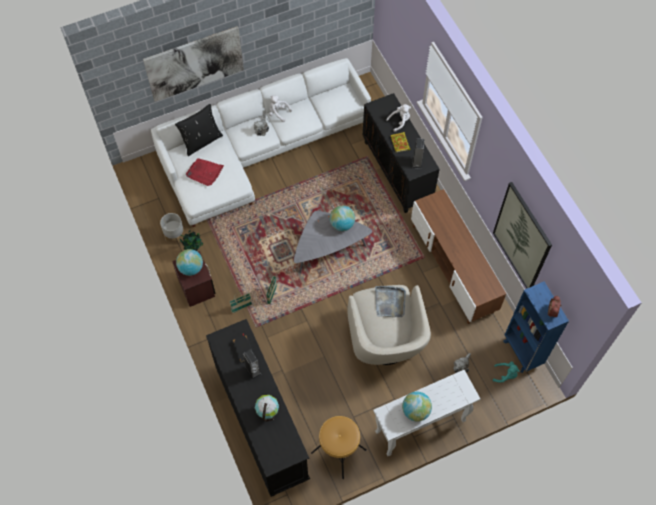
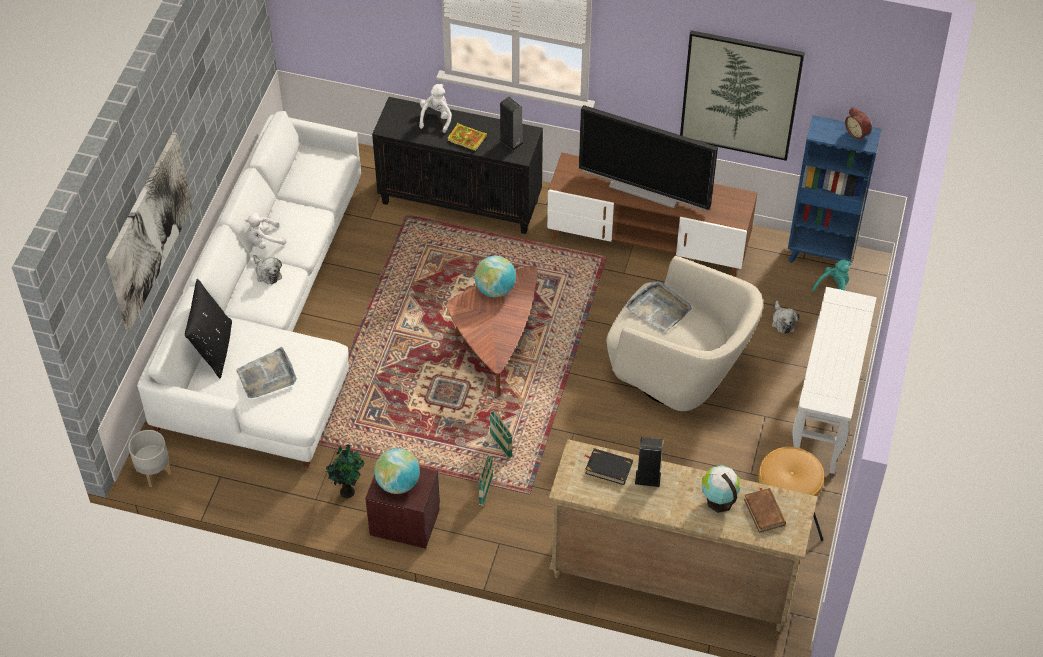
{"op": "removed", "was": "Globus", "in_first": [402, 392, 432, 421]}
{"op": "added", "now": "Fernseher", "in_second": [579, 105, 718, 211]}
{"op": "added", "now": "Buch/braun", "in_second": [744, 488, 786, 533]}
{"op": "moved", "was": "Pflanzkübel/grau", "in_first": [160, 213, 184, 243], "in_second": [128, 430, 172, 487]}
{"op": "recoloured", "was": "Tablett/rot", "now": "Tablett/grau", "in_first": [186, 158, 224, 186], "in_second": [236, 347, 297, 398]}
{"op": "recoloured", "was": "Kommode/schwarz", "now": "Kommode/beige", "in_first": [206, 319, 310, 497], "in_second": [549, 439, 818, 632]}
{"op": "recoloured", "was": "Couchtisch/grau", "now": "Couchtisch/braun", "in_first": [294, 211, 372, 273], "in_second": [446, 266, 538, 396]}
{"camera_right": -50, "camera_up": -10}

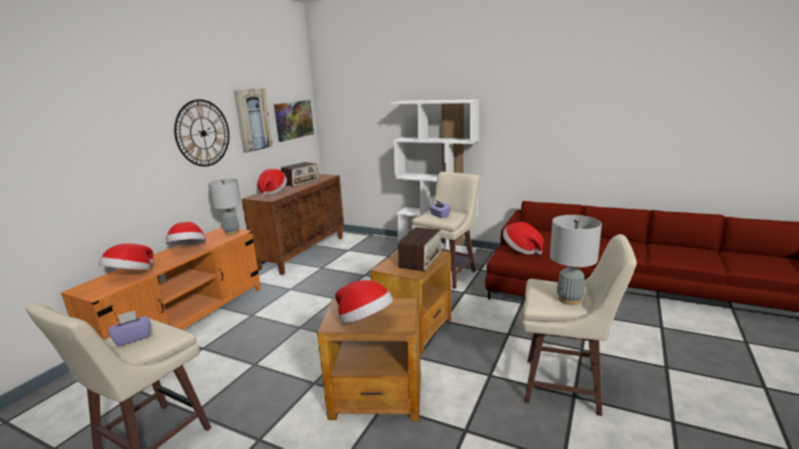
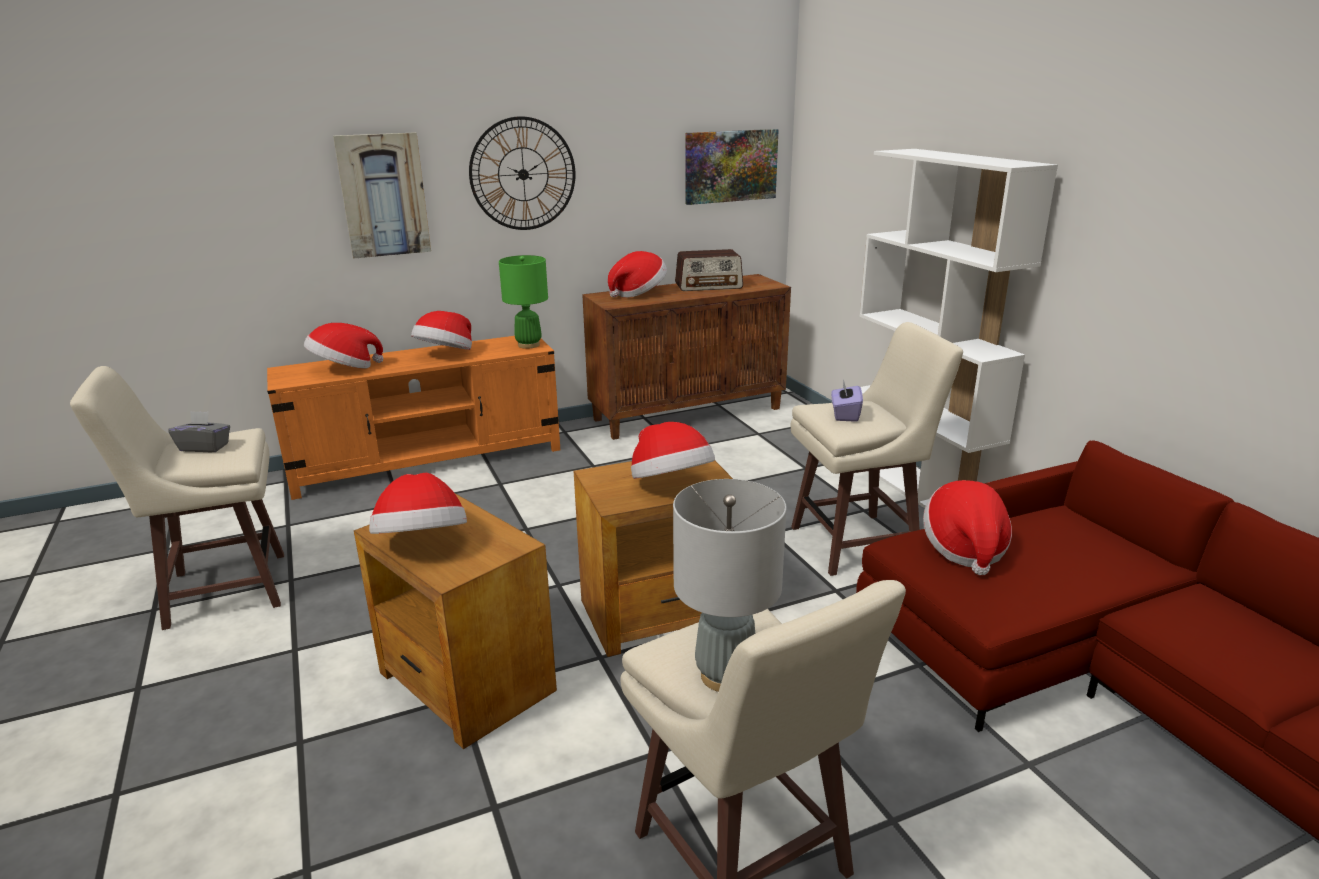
{"op": "moved", "was": "Bild", "in_first": [234, 88, 273, 153], "in_second": [333, 132, 431, 259]}
{"op": "replaced", "was": "Radio", "now": "Hut", "in_first": [398, 227, 442, 271], "in_second": [631, 422, 715, 479]}
{"op": "recoloured", "was": "Taschentuchbox/lila", "now": "Taschentuchbox/grau", "in_first": [109, 310, 150, 347], "in_second": [168, 411, 230, 452]}
{"op": "recoloured", "was": "Tischlampe/grau", "now": "Tischlampe/grün", "in_first": [208, 179, 242, 235], "in_second": [499, 255, 548, 349]}
{"camera_right": 40, "camera_up": 5}

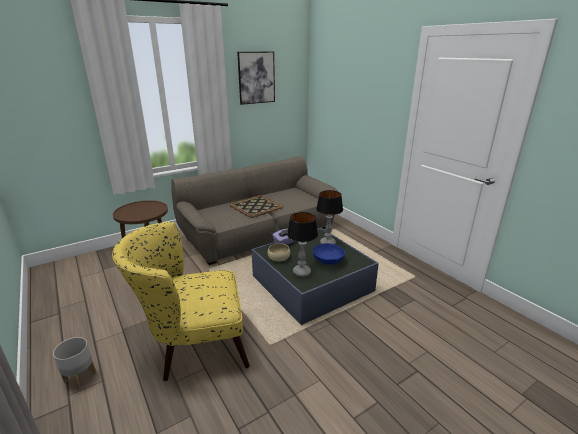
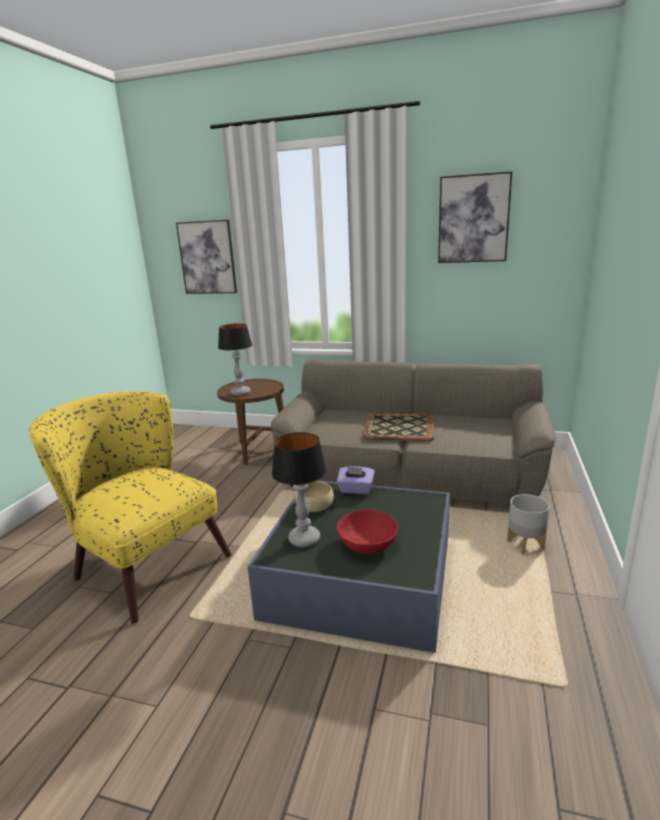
{"op": "added", "now": "Bild", "in_second": [176, 220, 237, 294]}
{"op": "moved", "was": "Pflanzkübel/grau", "in_first": [53, 337, 96, 389], "in_second": [507, 494, 550, 555]}
{"op": "moved", "was": "Tischlampe", "in_first": [316, 190, 343, 244], "in_second": [218, 323, 252, 396]}
{"op": "recoloured", "was": "Schüssel/blau", "now": "Schüssel/rot", "in_first": [313, 243, 345, 265], "in_second": [337, 510, 398, 554]}
{"camera_right": 50, "camera_up": -5}

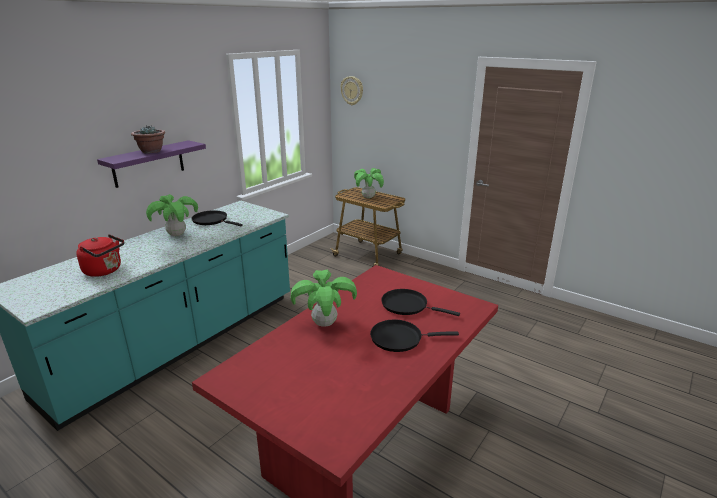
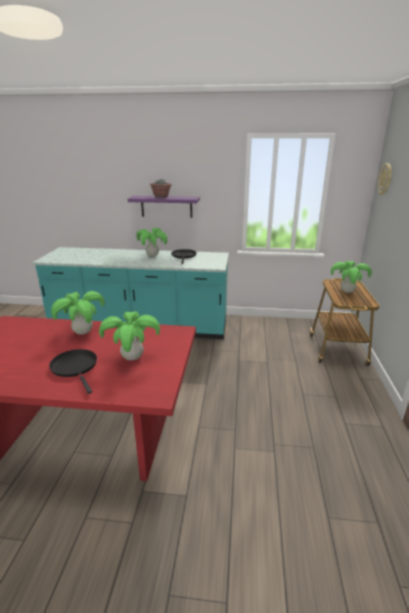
{"op": "removed", "was": "Wasserkessel/rot", "in_first": [76, 234, 124, 277]}
{"op": "replaced", "was": "Pfanne/schwarz", "now": "Topfpflanze", "in_first": [381, 289, 460, 316], "in_second": [99, 311, 160, 360]}
{"camera_right": 60, "camera_up": 0}

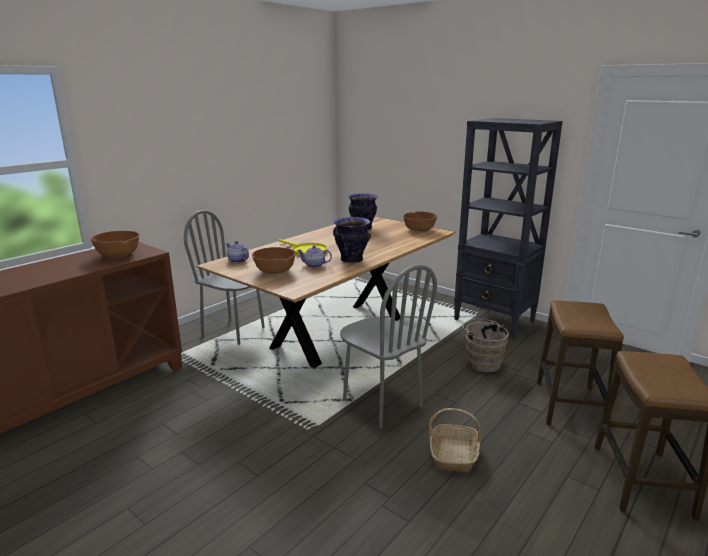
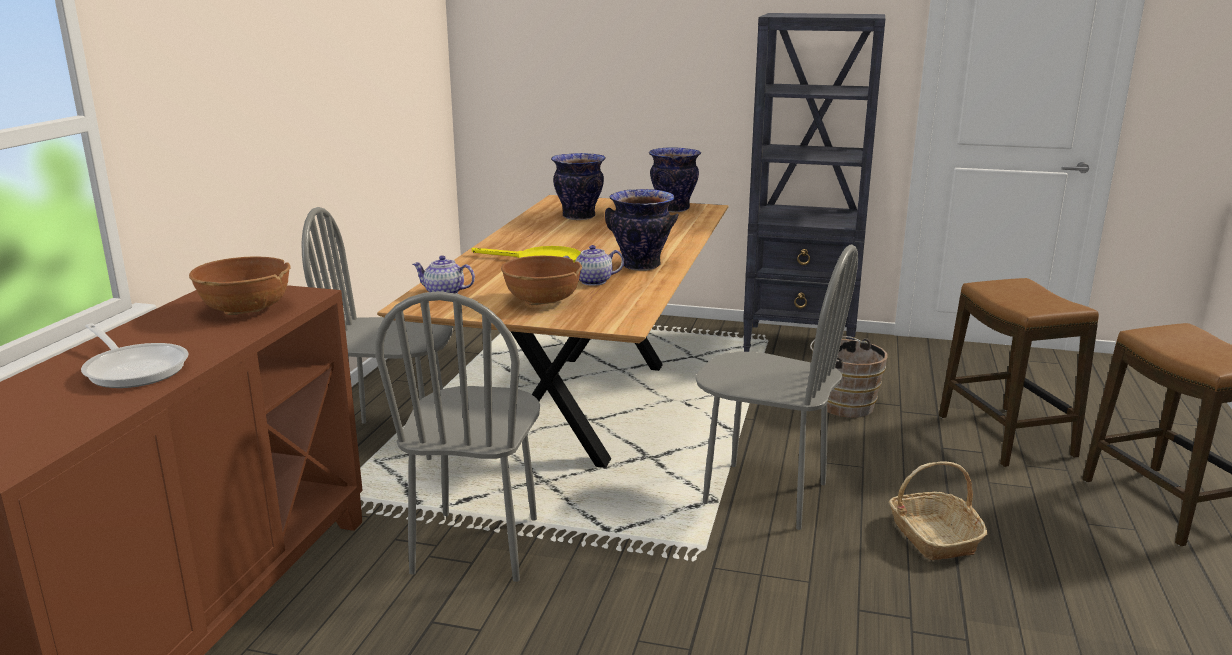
{"op": "added", "now": "Pfanne", "in_second": [81, 323, 189, 388]}
{"op": "added", "now": "Stuhl/grau", "in_second": [375, 291, 540, 582]}
{"op": "replaced", "was": "Schüssel/braun", "now": "Vase", "in_first": [403, 212, 437, 232], "in_second": [649, 147, 701, 212]}
{"camera_right": -25, "camera_up": 0}

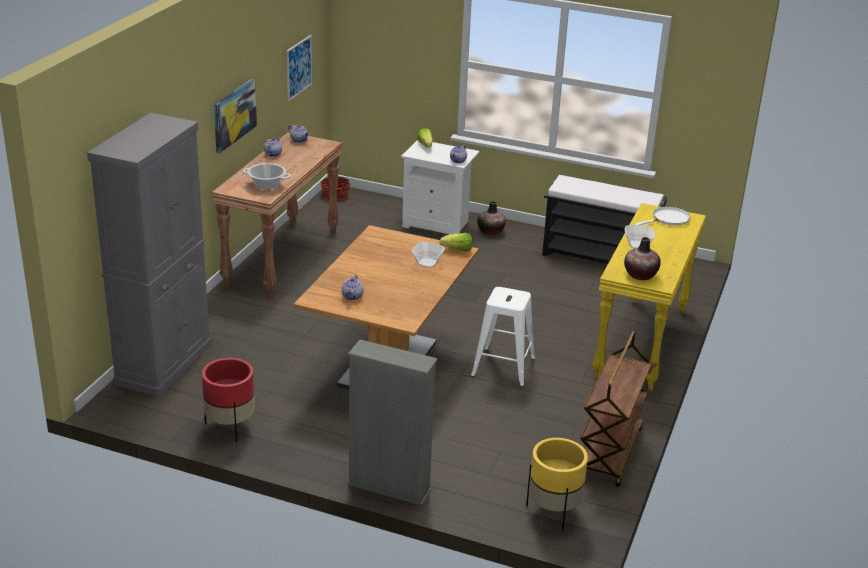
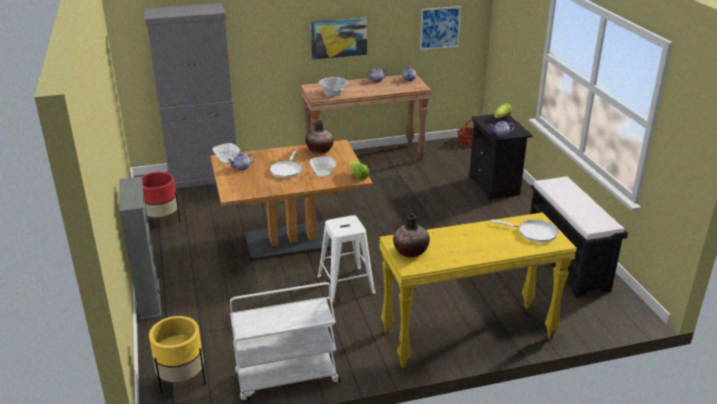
{"op": "added", "now": "Pfanne/weiß", "in_second": [270, 151, 302, 178]}
{"op": "moved", "was": "Vase", "in_first": [477, 201, 506, 236], "in_second": [306, 120, 334, 154]}
{"op": "moved", "was": "Schüssel", "in_first": [625, 225, 655, 248], "in_second": [212, 143, 240, 164]}
{"op": "recoloured", "was": "Nachttisch/weiß", "now": "Nachttisch/schwarz", "in_first": [401, 140, 479, 234], "in_second": [469, 114, 533, 201]}
{"op": "recoloured", "was": "Rollwagen/braun", "now": "Rollwagen/weiß", "in_first": [580, 331, 651, 487], "in_second": [230, 282, 340, 402]}
{"camera_right": 55, "camera_up": 0}

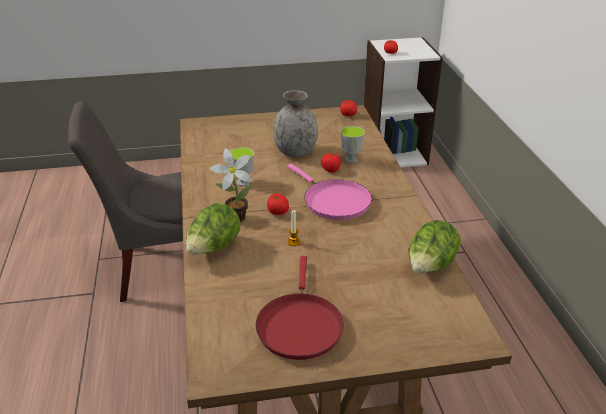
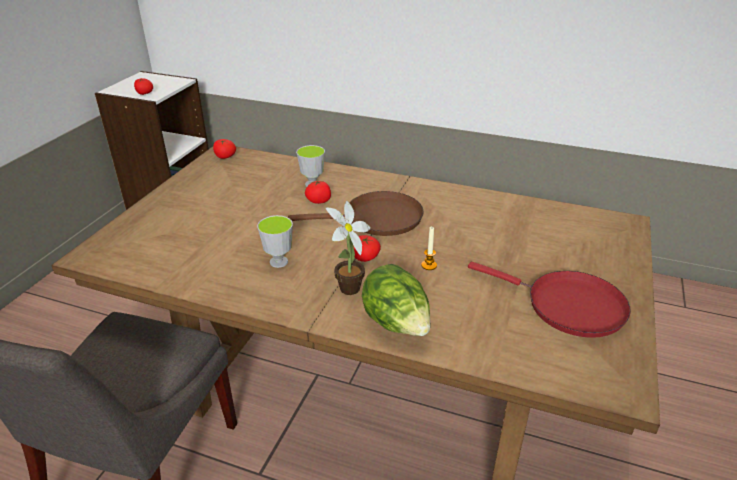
{"op": "removed", "was": "Vase/grau", "in_first": [273, 90, 318, 157]}
{"op": "removed", "was": "Salatkopf", "in_first": [408, 220, 461, 273]}
{"op": "recoloured", "was": "Pfanne/rosa", "now": "Pfanne/braun", "in_first": [287, 163, 372, 220], "in_second": [288, 191, 424, 236]}
{"camera_right": -60, "camera_up": 0}

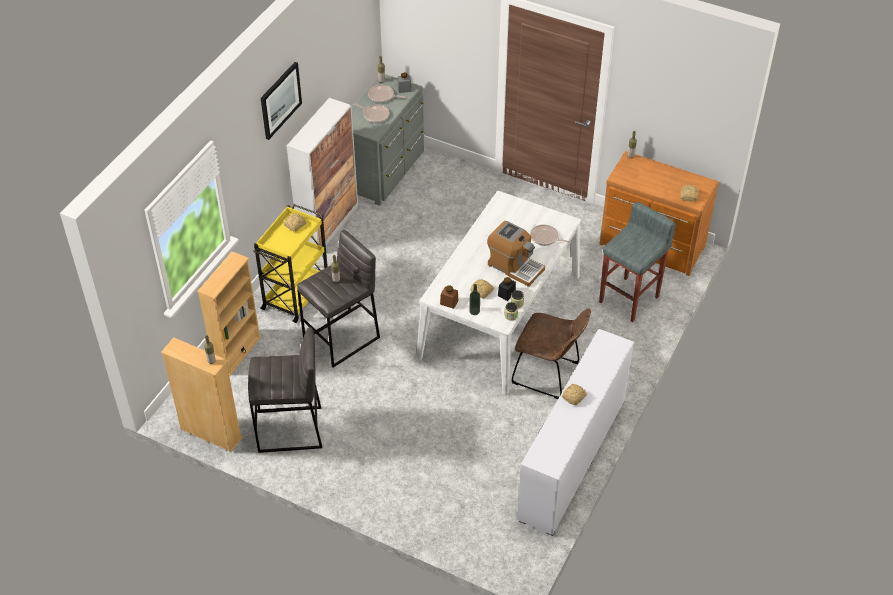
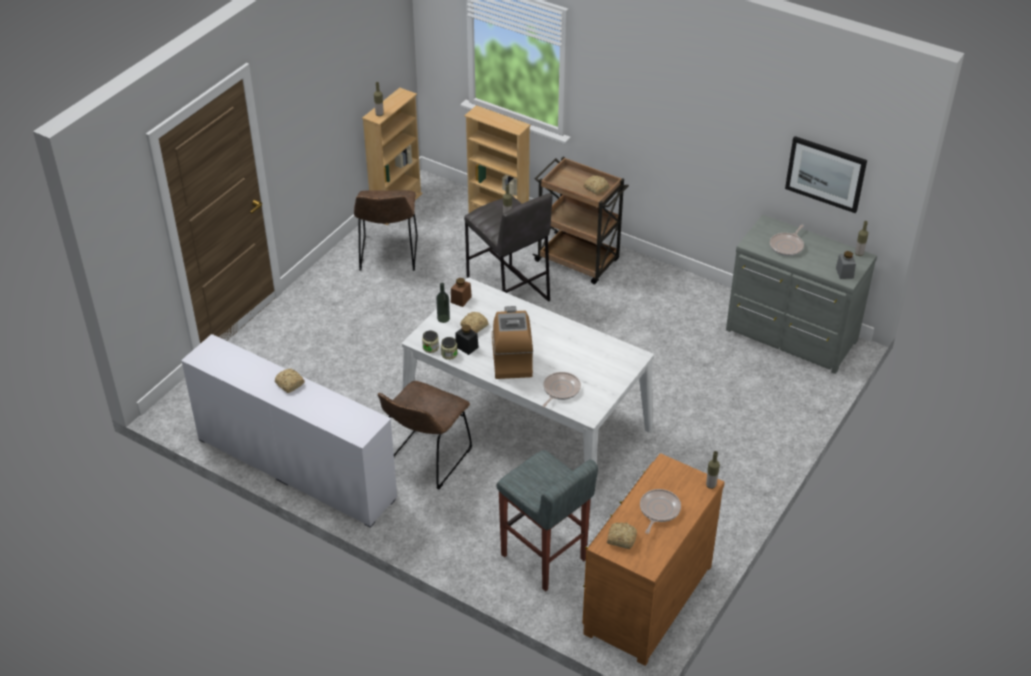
{"op": "removed", "was": "Schrank", "in_first": [287, 98, 358, 246]}
{"op": "moved", "was": "Bild", "in_first": [261, 62, 302, 140], "in_second": [785, 136, 867, 213]}
{"op": "moved", "was": "Pfanne", "in_first": [368, 85, 406, 103], "in_second": [640, 489, 681, 534]}
{"op": "replaced", "was": "Hocker/grau", "now": "Stuhl/braun", "in_first": [248, 328, 322, 453], "in_second": [354, 190, 418, 271]}
{"op": "recoloured", "was": "Rollwagen/gelb", "now": "Rollwagen/braun", "in_first": [253, 204, 328, 323], "in_second": [532, 157, 629, 284]}
{"op": "turned", "was": "Kaffeemaschine", "in_first": [487, 221, 545, 287], "in_second": [492, 306, 533, 379], "clockwise": 135}
{"camera_right": 95, "camera_up": -5}

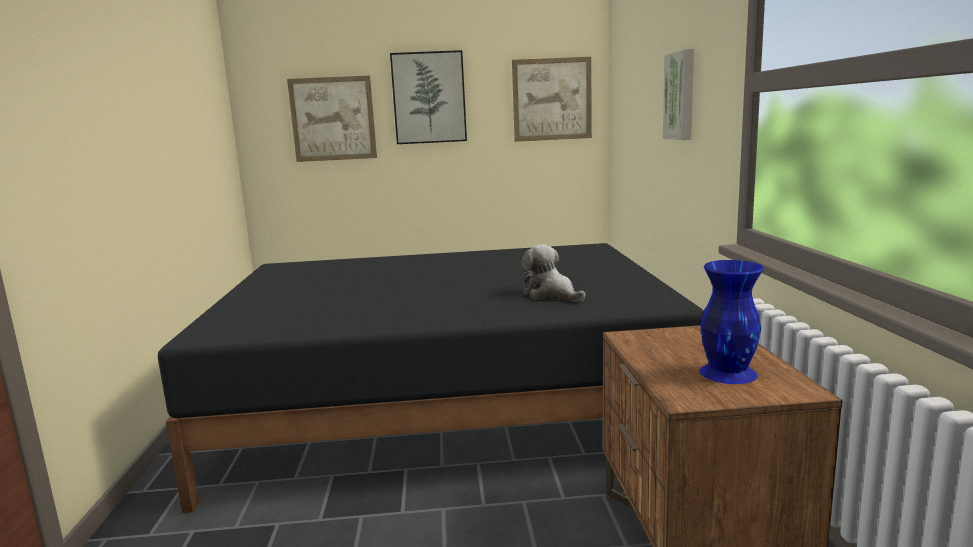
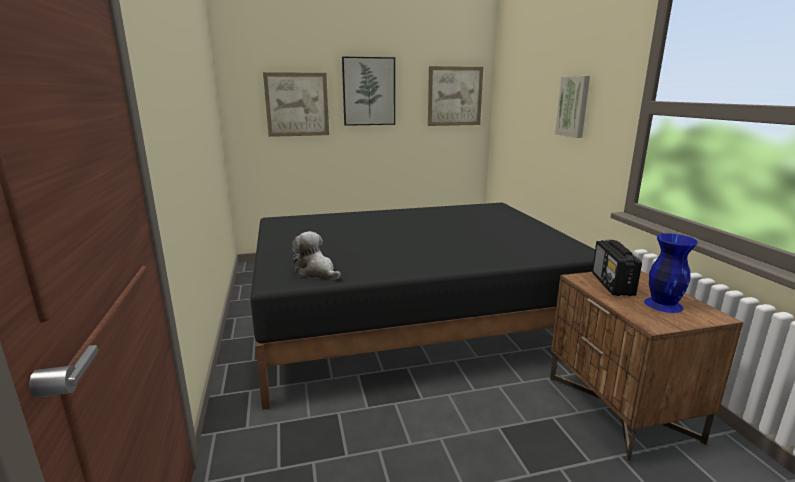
{"op": "added", "now": "Radio", "in_second": [592, 240, 642, 296]}
{"op": "moved", "was": "Plüschtier", "in_first": [521, 244, 585, 302], "in_second": [292, 231, 341, 280]}
{"camera_right": -10, "camera_up": 5}

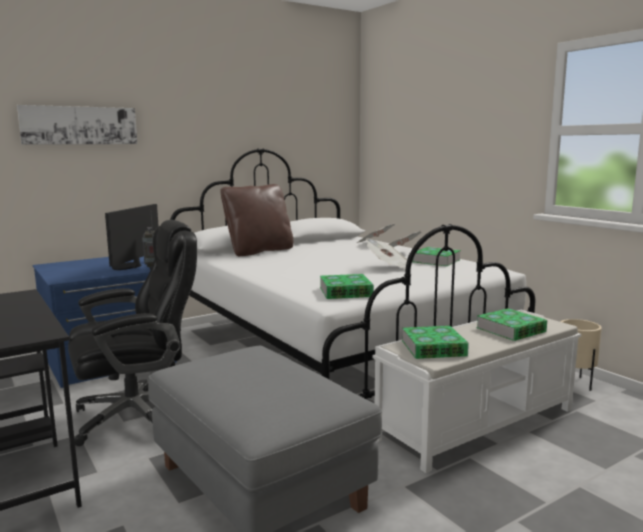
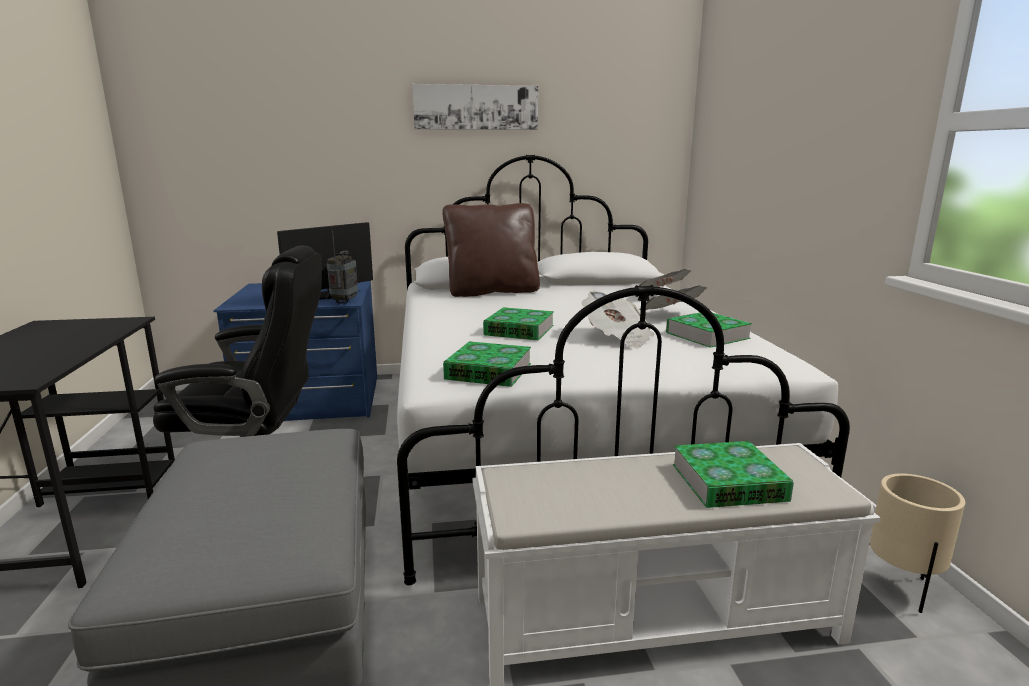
{"op": "moved", "was": "Bild", "in_first": [17, 105, 137, 145], "in_second": [412, 84, 538, 130]}
{"op": "moved", "was": "Buch", "in_first": [402, 326, 469, 359], "in_second": [483, 307, 554, 340]}
{"camera_right": 25, "camera_up": 5}

